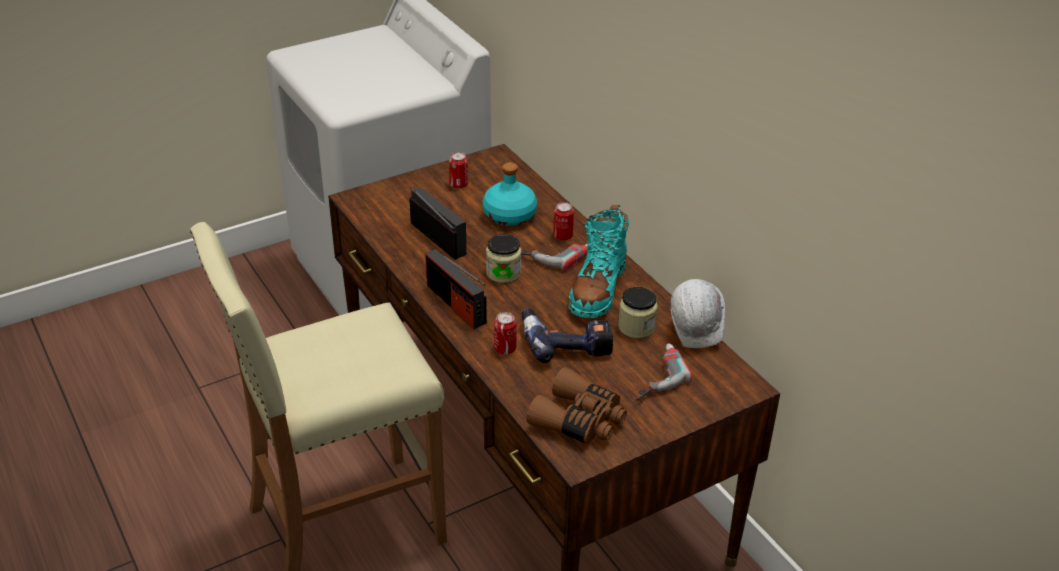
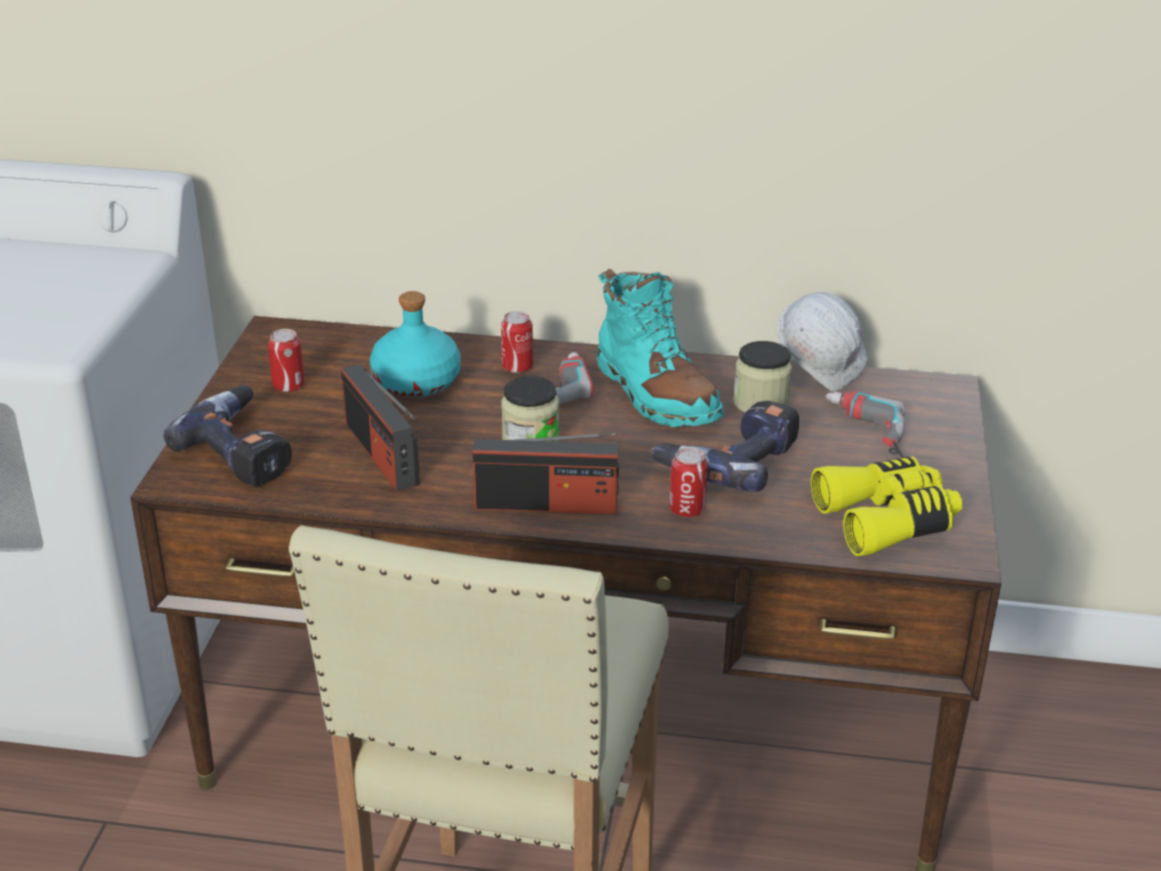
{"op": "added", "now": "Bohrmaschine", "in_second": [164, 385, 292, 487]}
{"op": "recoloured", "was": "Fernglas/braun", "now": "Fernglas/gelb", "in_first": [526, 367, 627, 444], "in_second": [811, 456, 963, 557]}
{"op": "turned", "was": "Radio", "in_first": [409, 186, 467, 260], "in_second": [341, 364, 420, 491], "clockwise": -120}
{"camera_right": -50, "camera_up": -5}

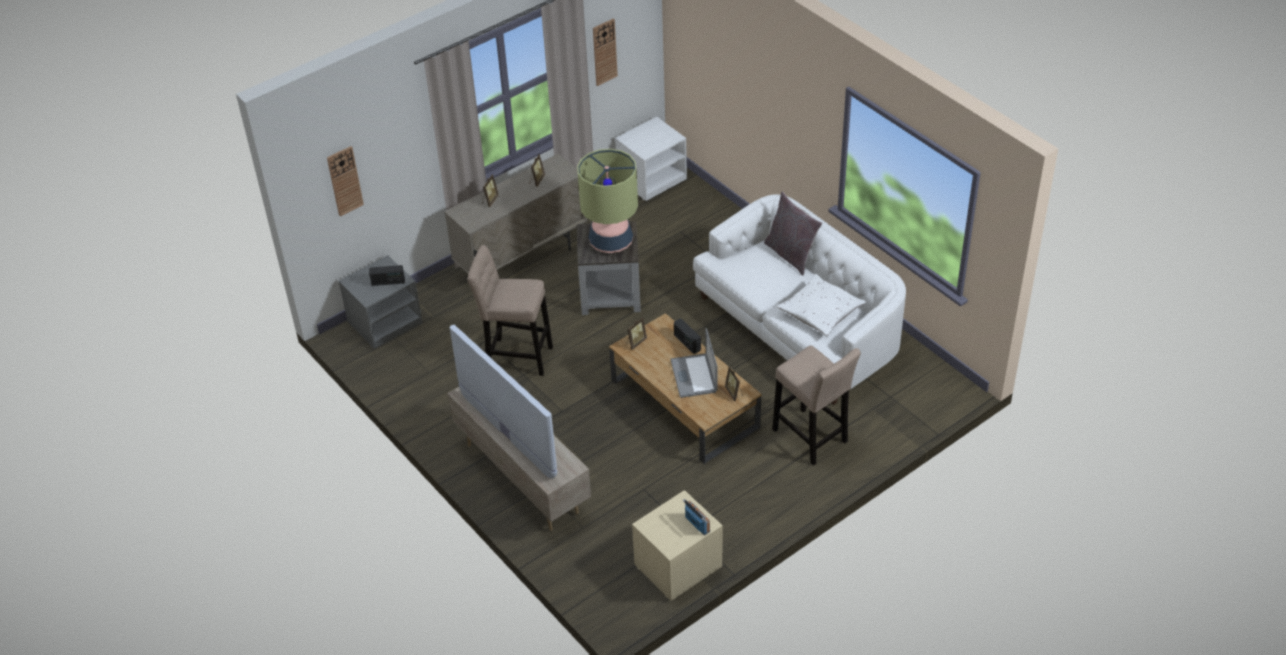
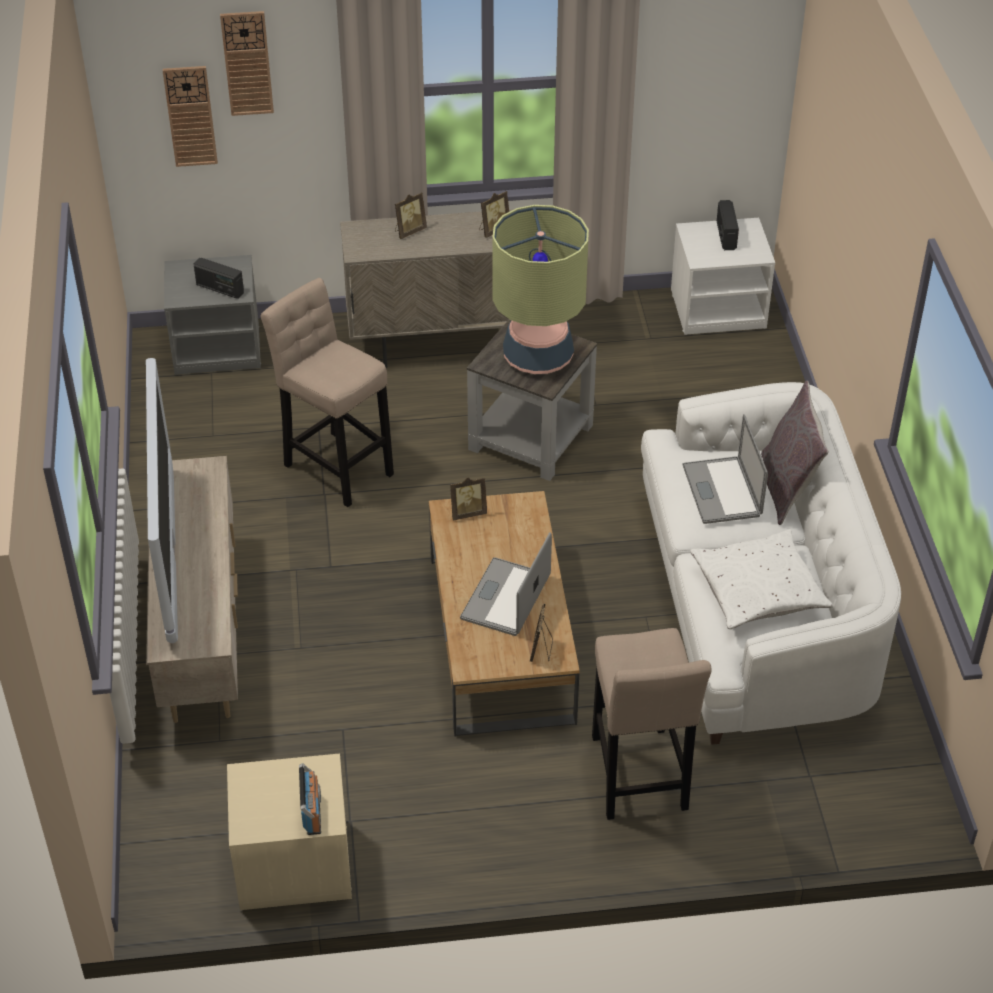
{"op": "added", "now": "Laptop", "in_second": [683, 414, 768, 524]}
{"op": "moved", "was": "Wanduhr", "in_first": [593, 18, 618, 86], "in_second": [220, 11, 274, 116]}
{"op": "moved", "was": "Radio", "in_first": [674, 319, 701, 354], "in_second": [717, 200, 739, 250]}
{"camera_right": 30, "camera_up": 0}

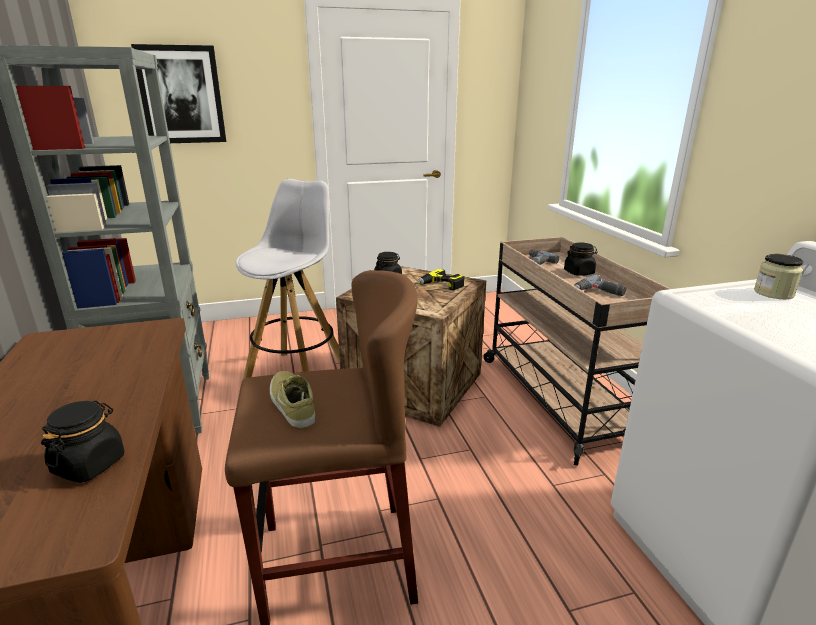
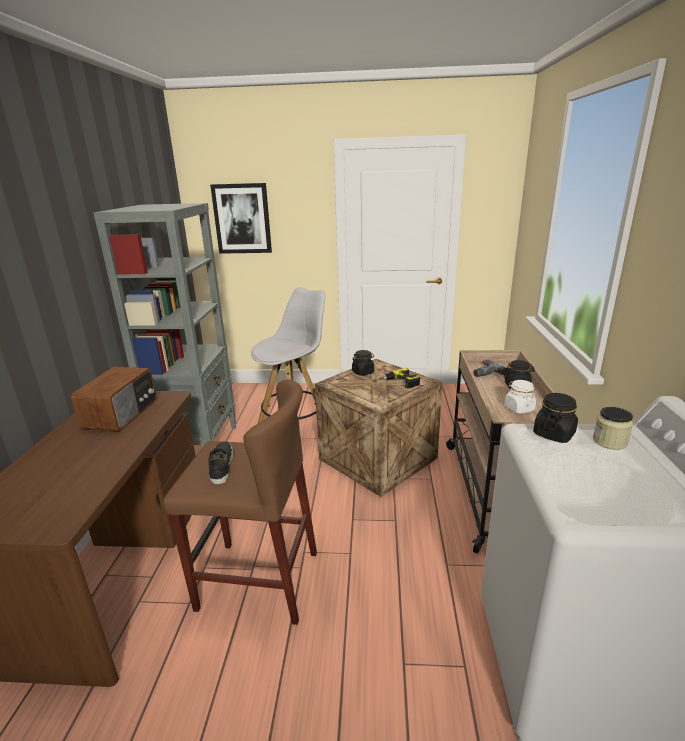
{"op": "added", "now": "Radio", "in_second": [71, 367, 156, 432]}
{"op": "moved", "was": "Vorratsglas/schwarz", "in_first": [41, 400, 124, 483], "in_second": [533, 393, 578, 443]}
{"op": "replaced", "was": "Bohrmaschine", "now": "Vorratsglas/weiß", "in_first": [574, 274, 626, 296], "in_second": [504, 380, 536, 414]}
{"op": "recoloured", "was": "Schuh/beige", "now": "Schuh/schwarz", "in_first": [270, 371, 315, 428], "in_second": [208, 441, 233, 484]}
{"camera_right": 20, "camera_up": 0}

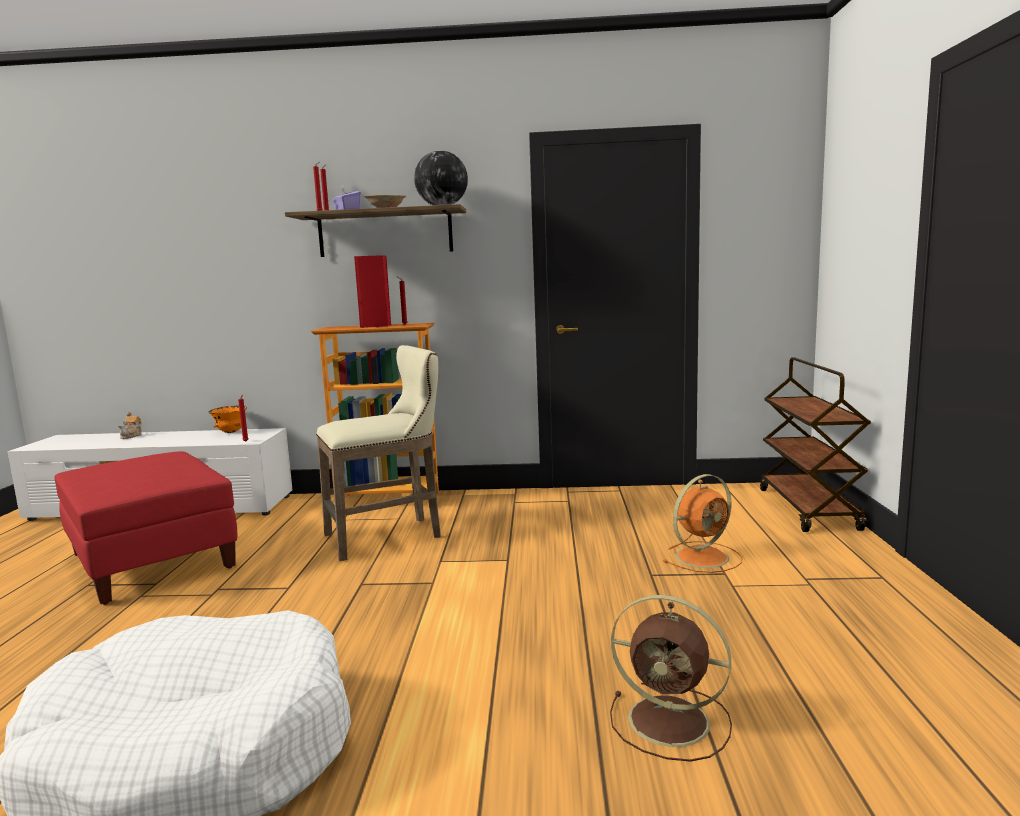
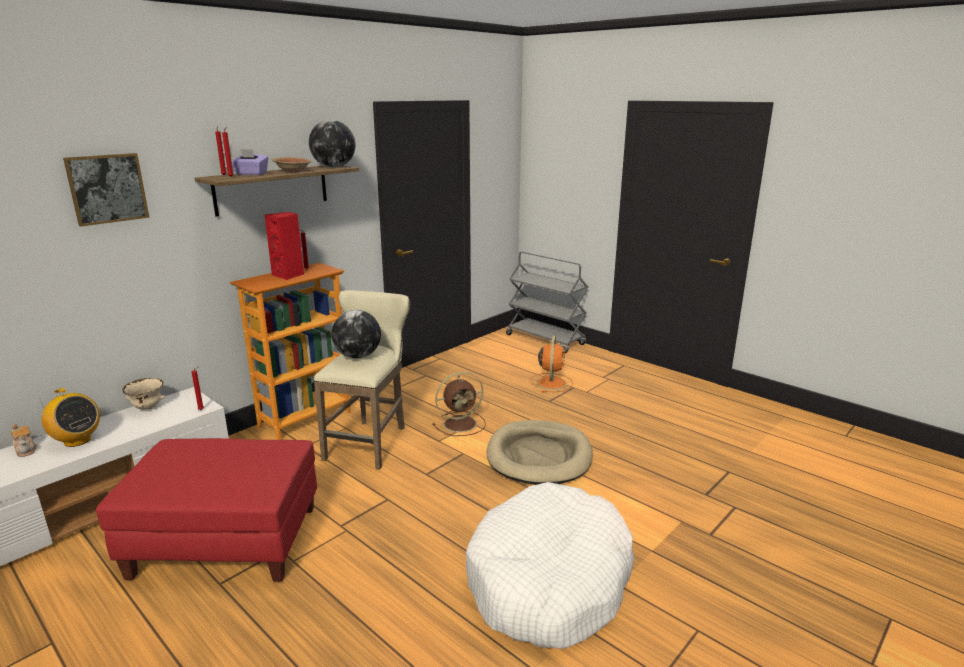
{"op": "added", "now": "Radio", "in_second": [42, 388, 100, 447]}
{"op": "added", "now": "Bild", "in_second": [63, 153, 149, 227]}
{"op": "added", "now": "Globus", "in_second": [332, 310, 381, 358]}
{"op": "added", "now": "Hundebett/beige", "in_second": [487, 420, 593, 485]}
{"op": "moved", "was": "Ventilator/braun", "in_first": [610, 595, 732, 762], "in_second": [433, 372, 486, 436]}
{"op": "recoloured", "was": "Schüssel/orange", "now": "Schüssel/beige", "in_first": [208, 406, 247, 433], "in_second": [123, 378, 165, 410]}
{"op": "recoloured", "was": "Rollwagen/braun", "now": "Rollwagen/grau", "in_first": [760, 357, 871, 532], "in_second": [506, 251, 588, 353]}
{"camera_right": -50, "camera_up": 10}

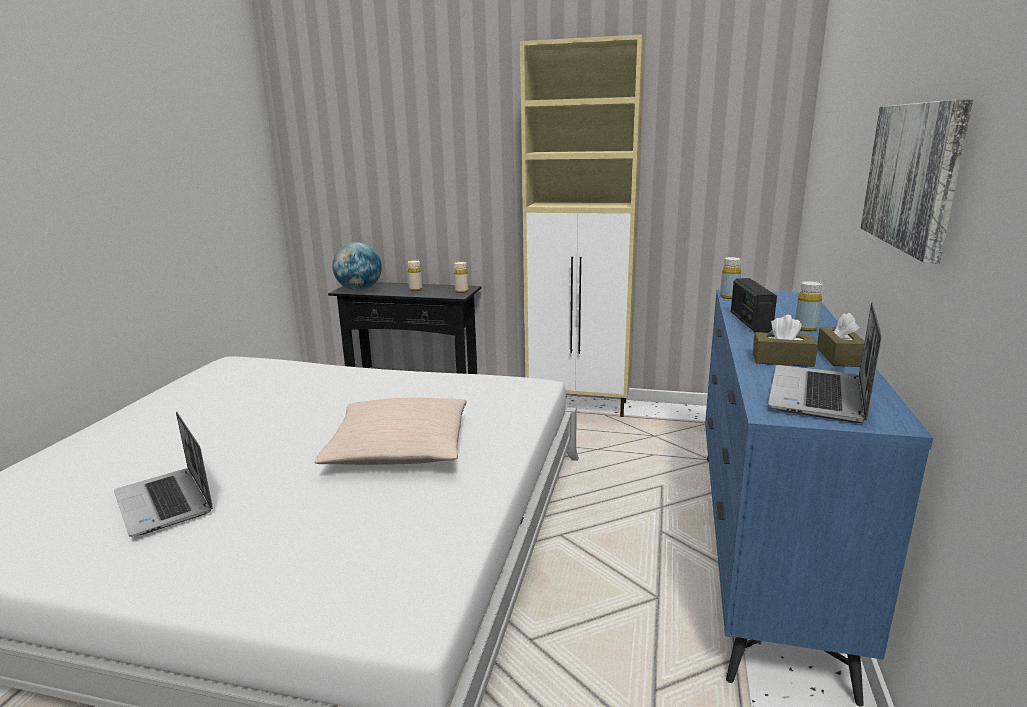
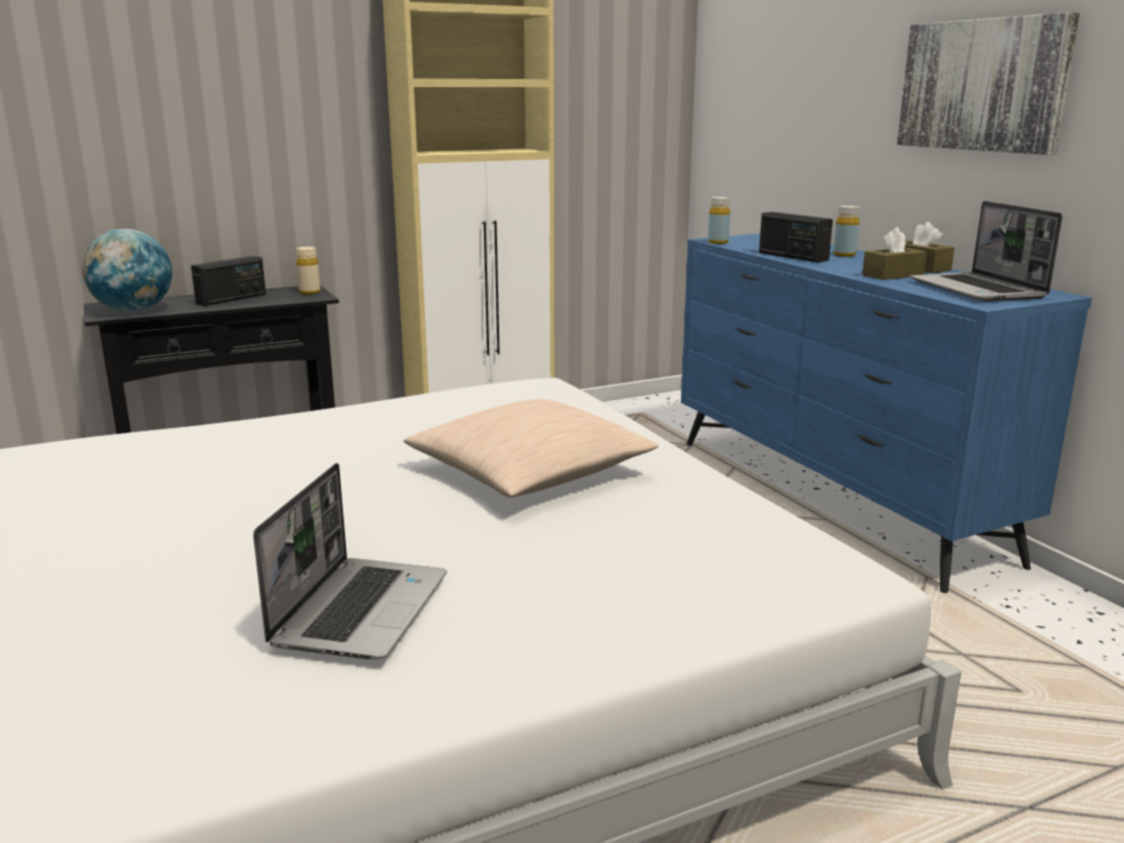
{"op": "replaced", "was": "Flasche/beige", "now": "Radio", "in_first": [408, 260, 422, 291], "in_second": [191, 256, 266, 306]}
{"op": "turned", "was": "Laptop", "in_first": [114, 411, 213, 537], "in_second": [253, 463, 447, 659], "clockwise": -90}
{"camera_right": -40, "camera_up": 0}

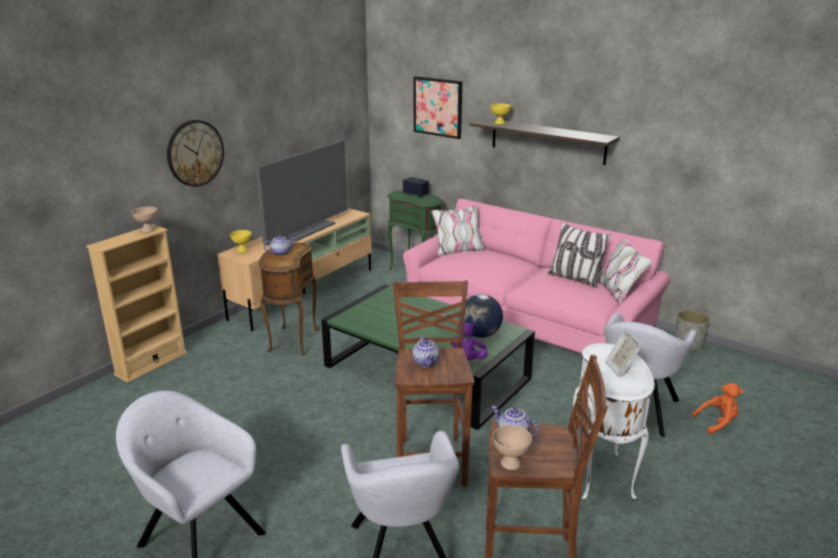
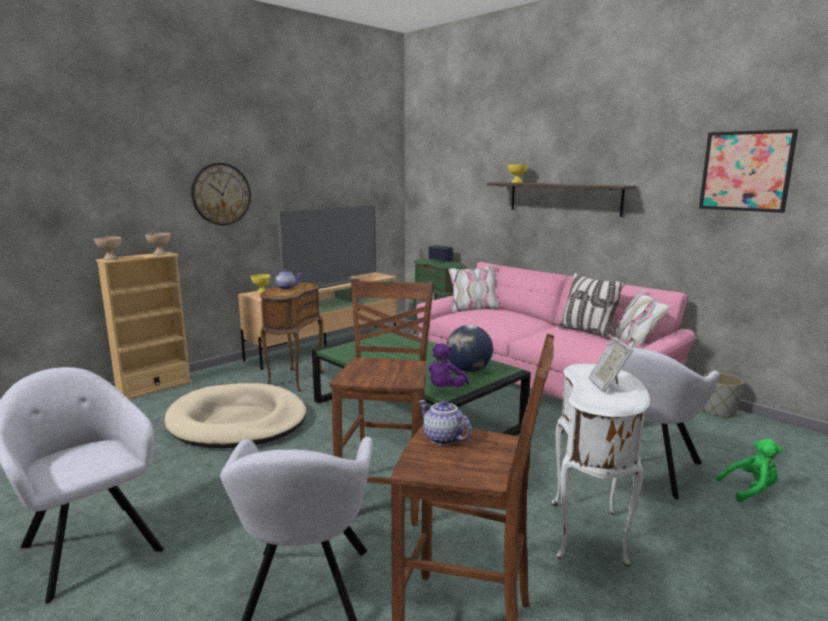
{"op": "removed", "was": "Teekanne", "in_first": [412, 335, 439, 367]}
{"op": "added", "now": "Hundebett/beige", "in_second": [164, 383, 307, 448]}
{"op": "moved", "was": "Bild", "in_first": [413, 76, 462, 139], "in_second": [699, 129, 798, 213]}
{"op": "moved", "was": "Schüssel/beige", "in_first": [493, 425, 532, 470], "in_second": [94, 237, 122, 260]}
{"op": "recoloured", "was": "Plüschtier/orange", "now": "Plüschtier/grün", "in_first": [692, 383, 743, 434], "in_second": [716, 439, 783, 502]}
{"camera_right": 10, "camera_up": -10}

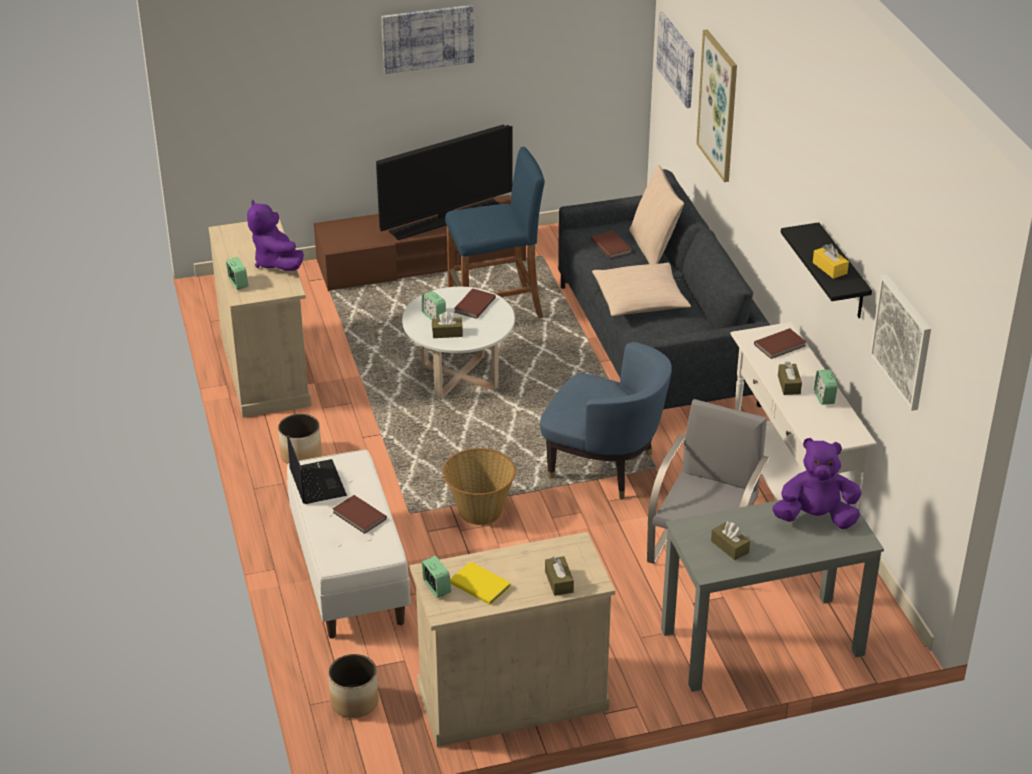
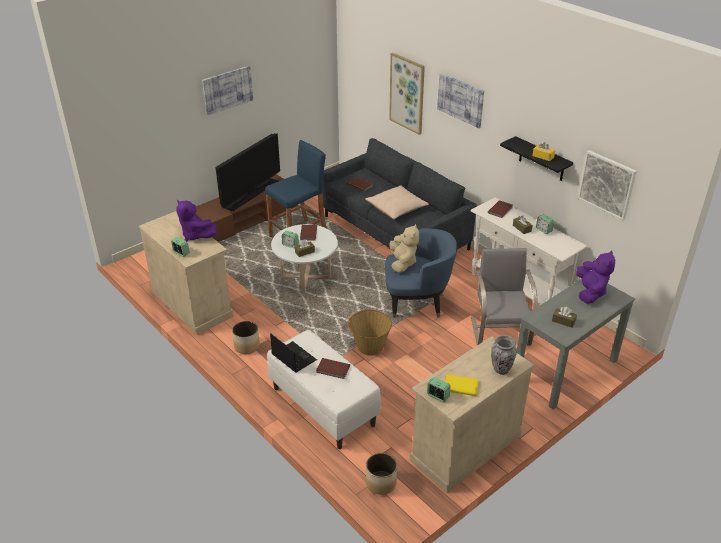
{"op": "removed", "was": "Kissen/beige", "in_first": [629, 165, 684, 264]}
{"op": "added", "now": "Plüschtier/beige", "in_second": [389, 224, 419, 273]}
{"op": "moved", "was": "Bild", "in_first": [656, 12, 694, 108], "in_second": [437, 73, 484, 128]}
{"op": "replaced", "was": "Taschentuchbox/braun", "now": "Vase", "in_first": [545, 556, 574, 596], "in_second": [491, 335, 517, 375]}
{"op": "turned", "was": "Plüschtier/lila", "in_first": [772, 438, 862, 529], "in_second": [576, 250, 615, 304], "clockwise": 120}
{"camera_right": -25, "camera_up": 0}

